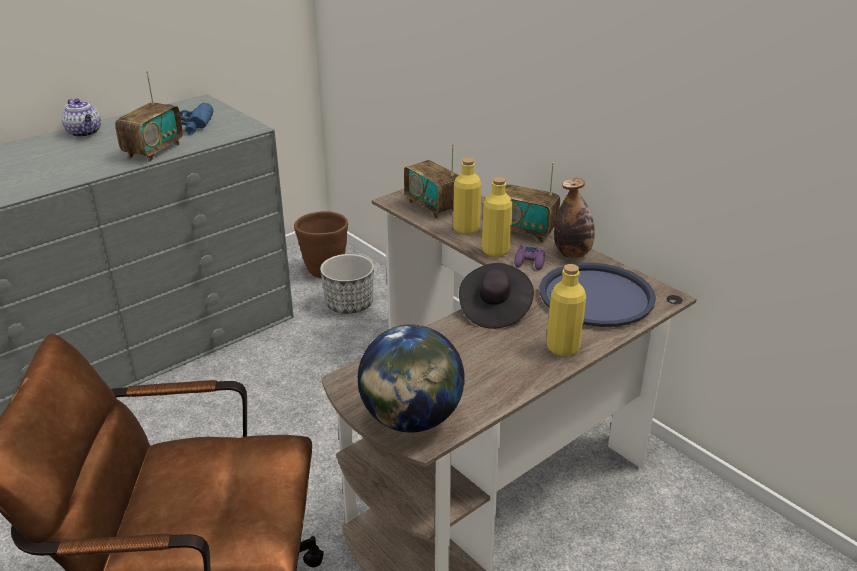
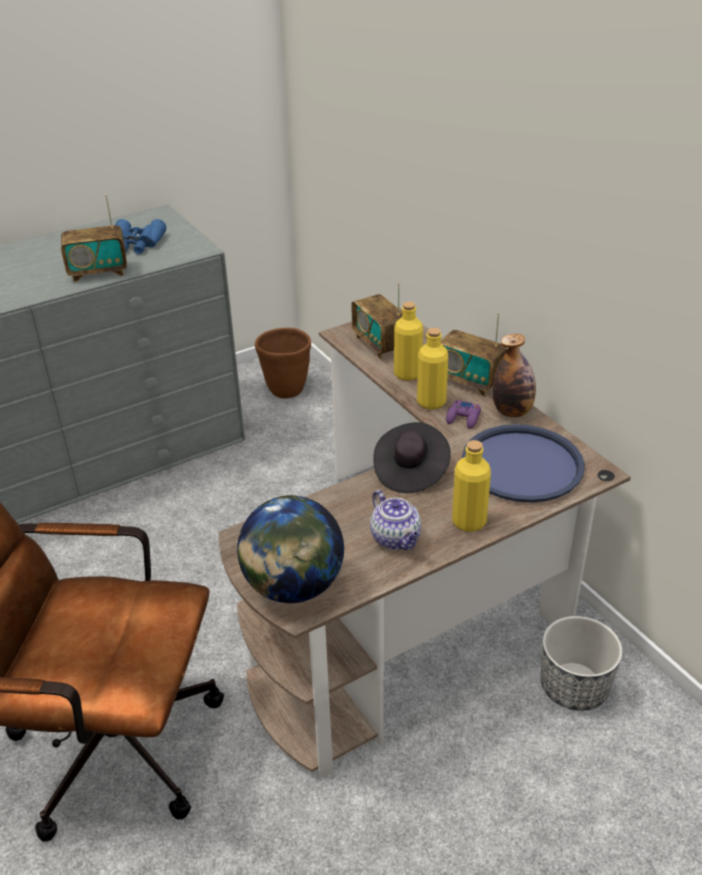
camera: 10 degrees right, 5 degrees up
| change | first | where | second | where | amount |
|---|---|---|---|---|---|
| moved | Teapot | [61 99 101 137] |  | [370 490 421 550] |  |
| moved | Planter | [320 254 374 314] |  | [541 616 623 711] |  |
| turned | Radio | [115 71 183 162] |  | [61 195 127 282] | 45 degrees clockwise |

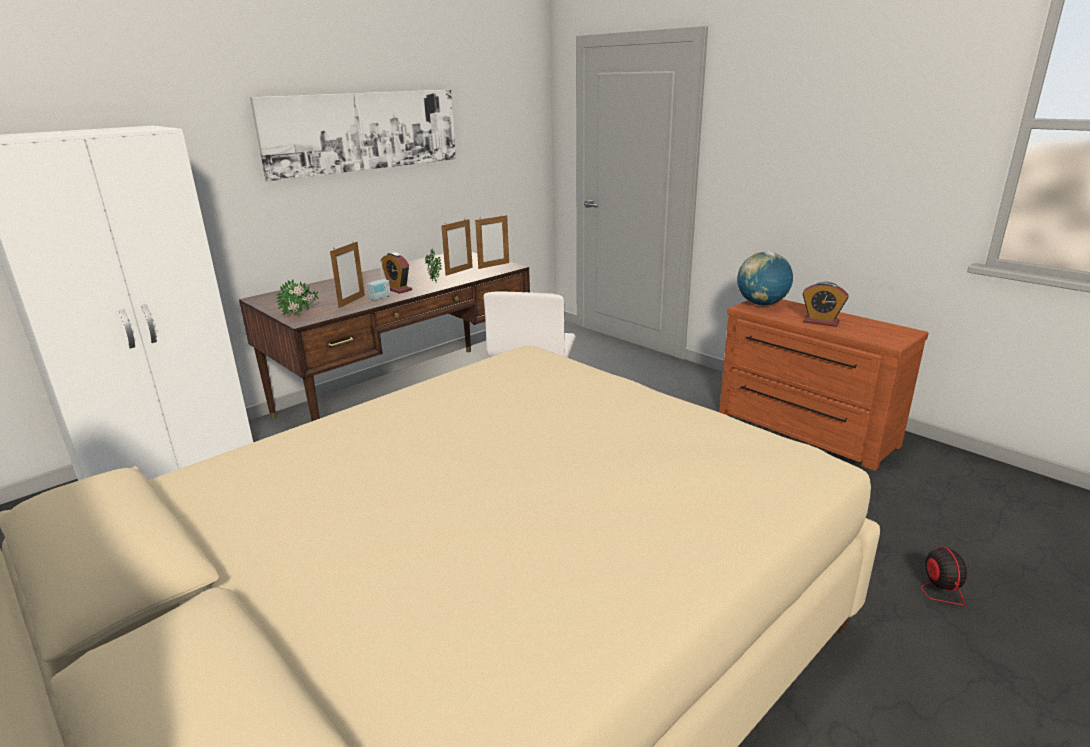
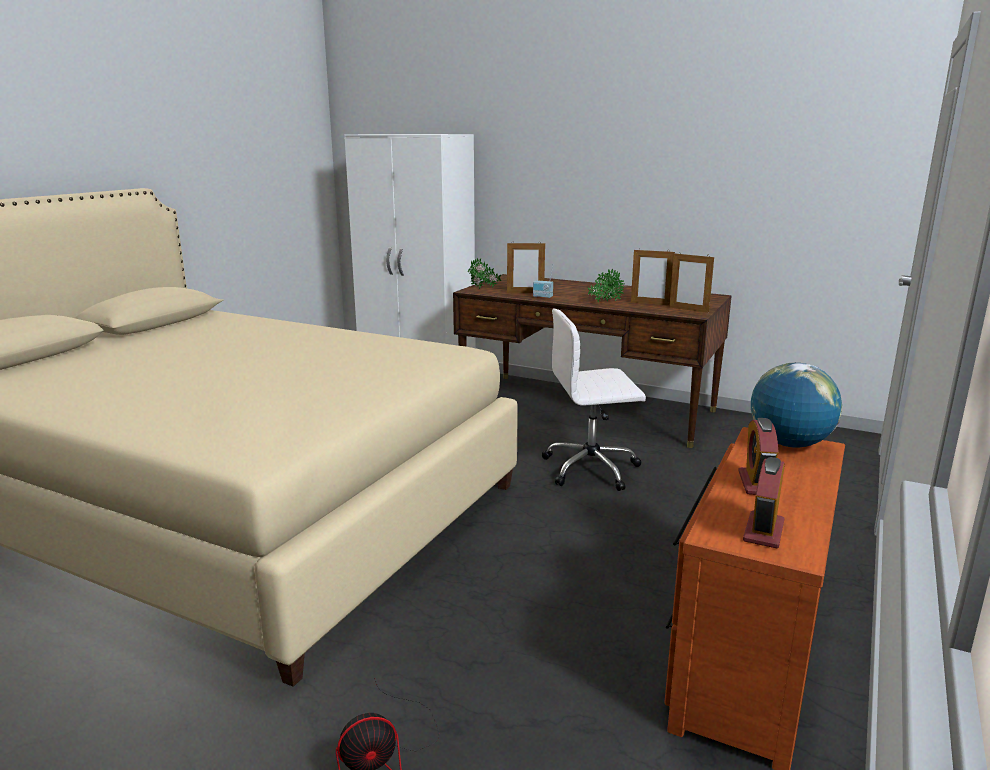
camera: 70 degrees right, 5 degrees down
| change | first | where | second | where | amount |
|---|---|---|---|---|---|
| removed | Picture | [250 90 456 182] |  |  |  |
| moved | AlarmClock | [380 252 412 294] |  | [743 457 785 548] |  |

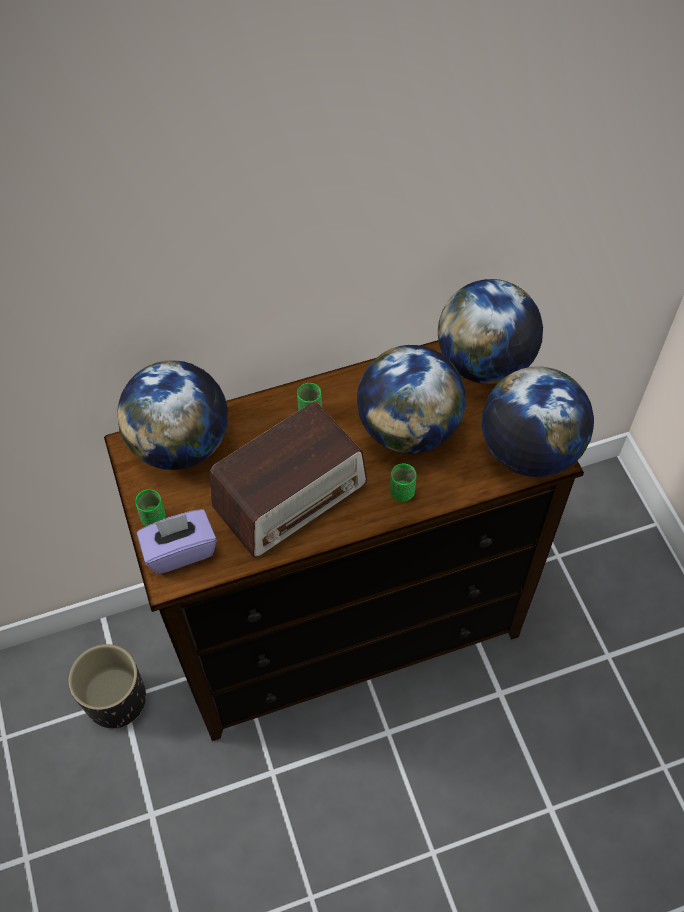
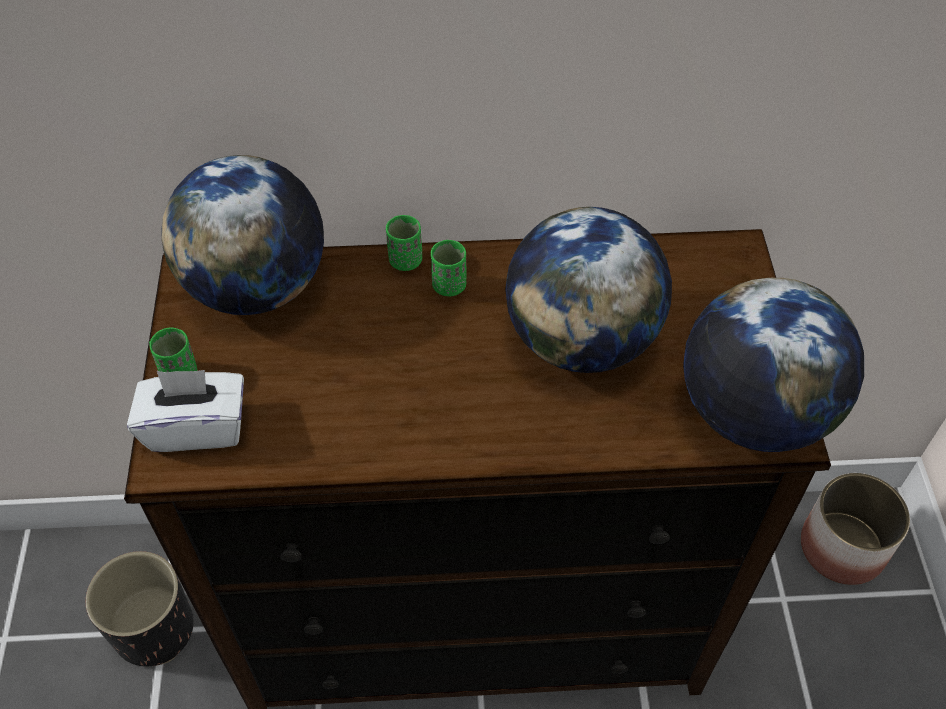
camera: 15 degrees right, 5 degrees down
| change | first | where | second | where | amount |
|---|---|---|---|---|---|
| removed | Radio | [210 402 367 558] |  |  |  |
| removed | Globe | [438 279 543 384] |  |  |  |
| added |  |  | Planter | [801 473 910 585] |  |
| moved | GreenCup | [390 463 416 502] |  | [386 215 422 271] |  |
| recoloured | PurpleTissueBox | [137 509 217 574] | WhiteTissueBox | [127 370 244 452] |  |

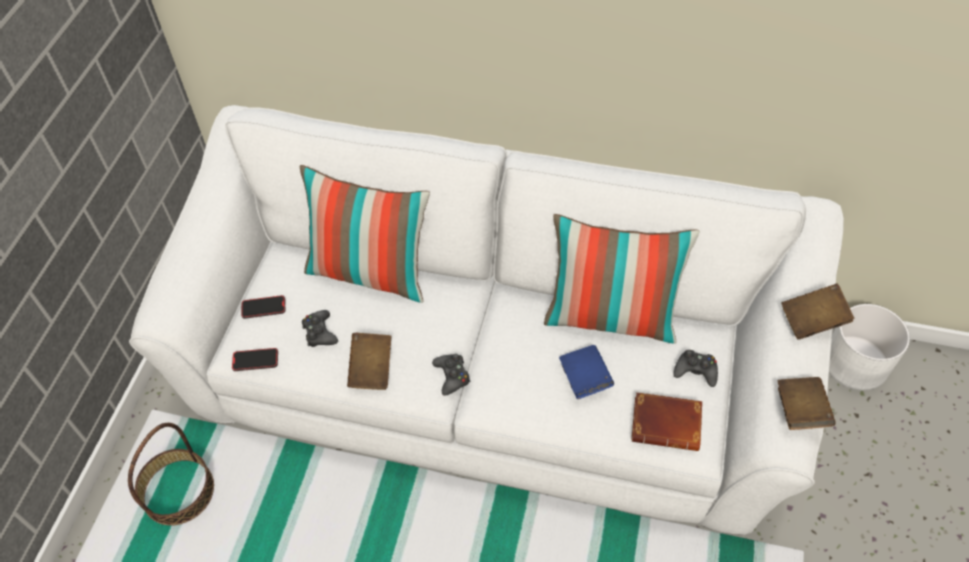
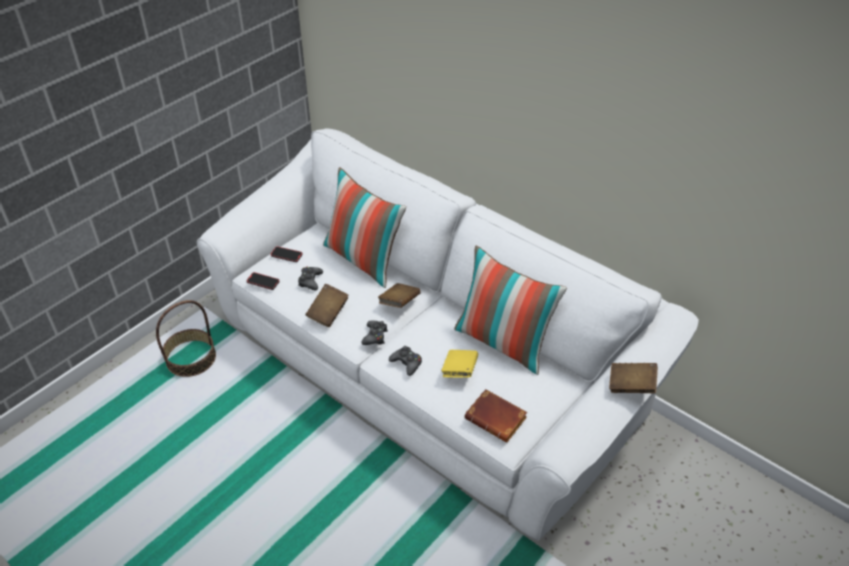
camera: 25 degrees right, 10 degrees down
| change | first | where | second | where | amount |
|---|---|---|---|---|---|
| removed | WhitePlanter | [829 304 910 391] |  |  |  |
| moved | BlackGameController | [673 350 718 387] |  | [389 346 422 376] |  |
| moved | BrownBook | [778 377 836 430] |  | [378 283 421 308] |  |
| recoloured | BlueBook | [559 345 614 399] | YellowBook | [441 350 478 377] |  |

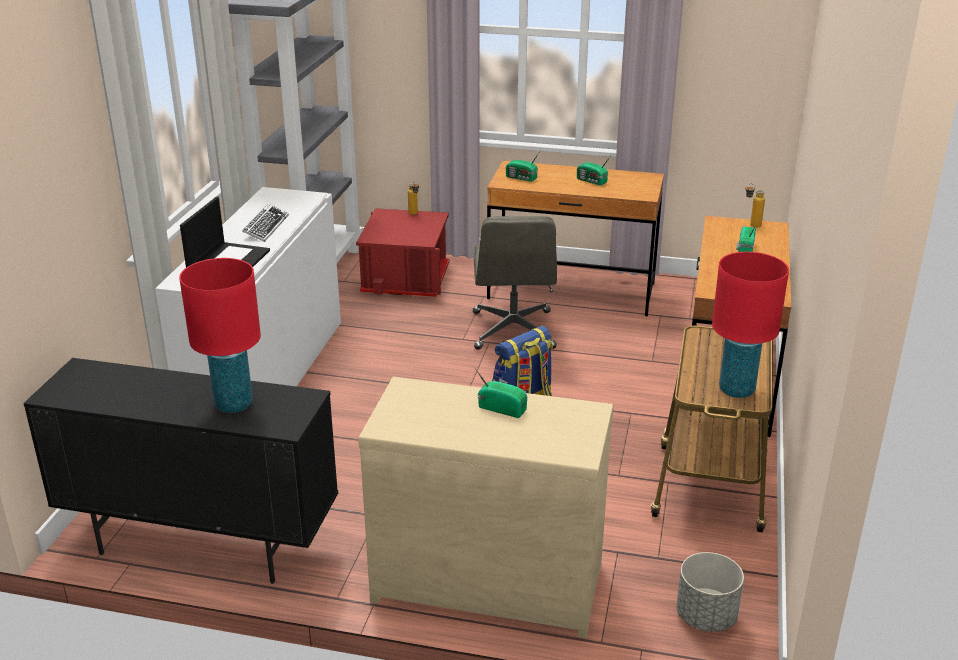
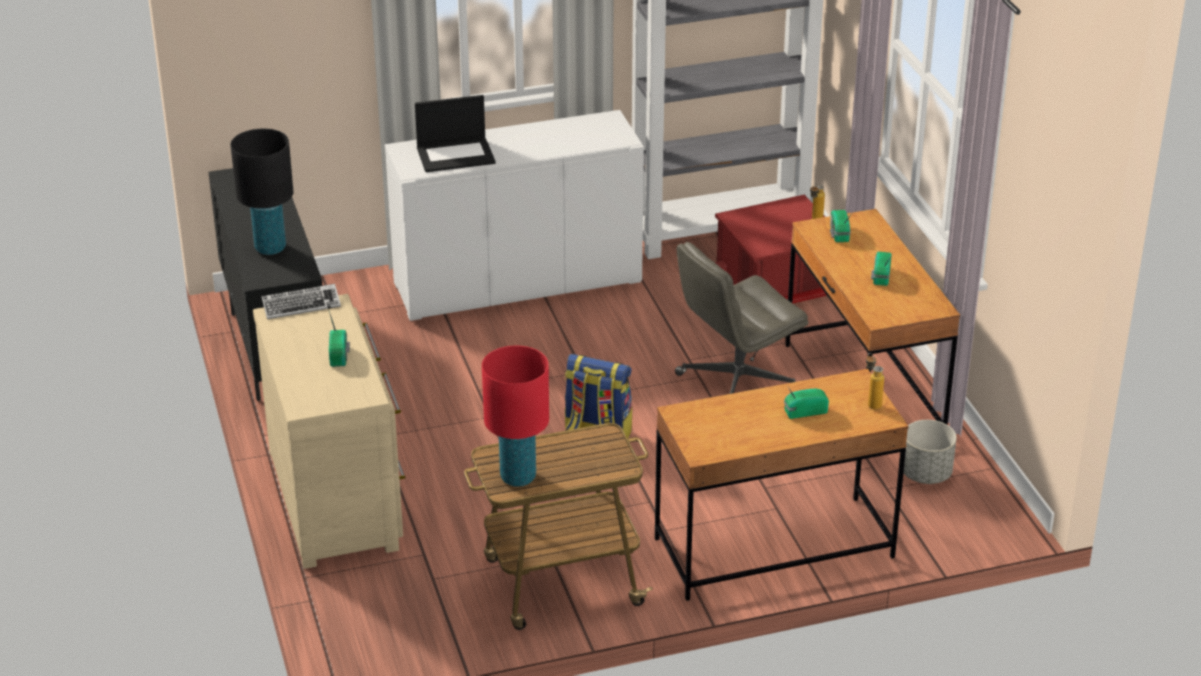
camera: 60 degrees right, 5 degrees up
| change | first | where | second | where | amount |
|---|---|---|---|---|---|
| moved | Keyboard | [242 204 289 242] |  | [261 284 341 319] |  |
| moved | GreyPlanter | [676 552 744 632] |  | [904 420 957 484] |  |
| recoloured | RedTableLamp | [179 258 261 413] | BlackTableLamp | [230 128 293 255] |  |

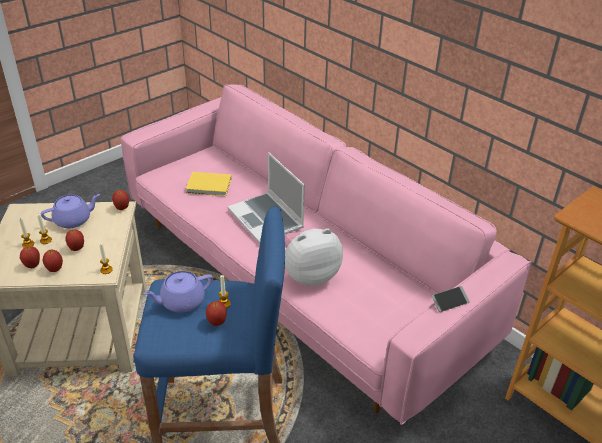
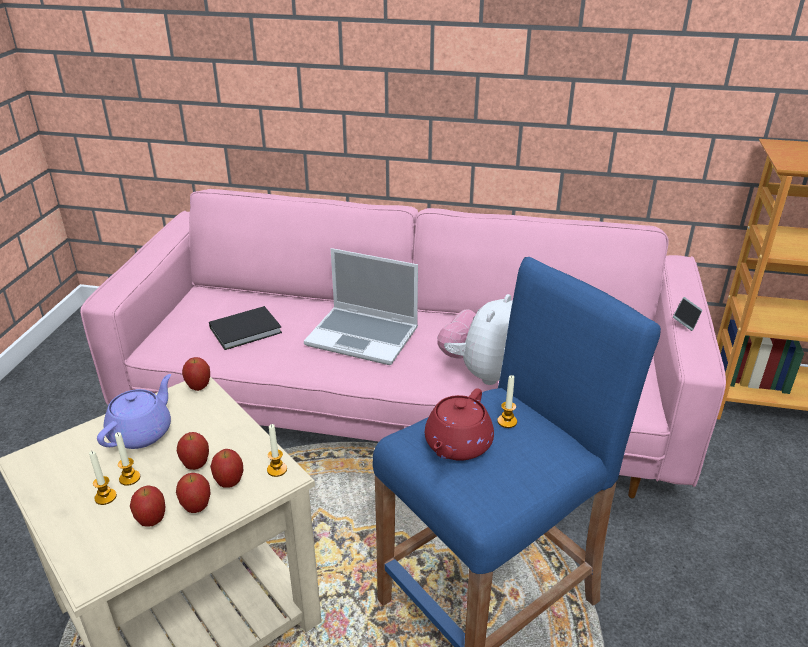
camera: 35 degrees left, 5 degrees down
| change | first | where | second | where | amount |
|---|---|---|---|---|---|
| moved | Apple | [206 301 227 326] |  | [210 449 243 488] |  |
| recoloured | PurpleTeapot | [143 271 213 313] | RedTeapot | [425 388 494 461] |  |
| recoloured | YellowBook | [186 172 232 196] | BlackBook | [209 306 282 350] |  |

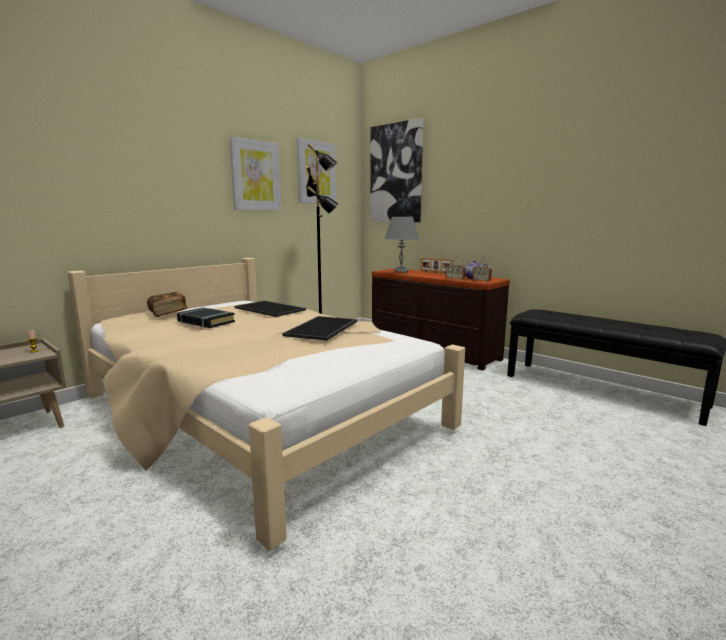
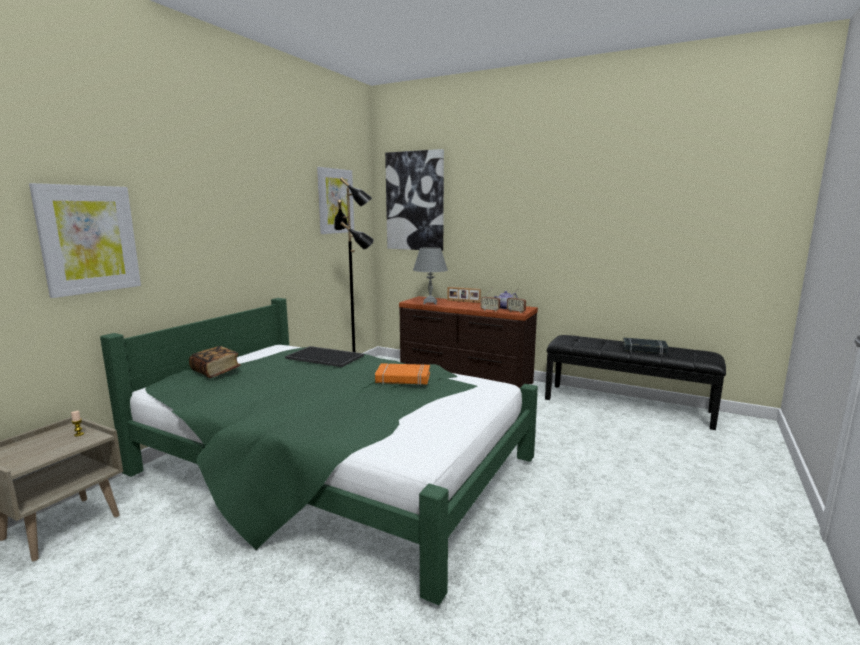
camera: 15 degrees left, 0 degrees up
| change | first | where | second | where | amount |
|---|---|---|---|---|---|
| moved | BlackBook | [177 307 235 328] |  | [623 338 668 355] |  |
| moved | Picture | [229 137 281 211] |  | [29 183 141 298] |  |
| replaced | Tray | [282 316 357 341] | OrangeBook | [375 363 430 385] |  |
| recoloured | BeigeBed | [68 258 465 551] | GreenBed | [100 298 538 605] |  |

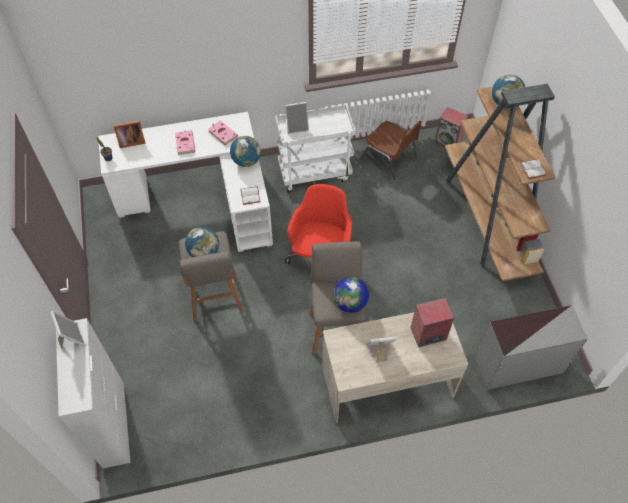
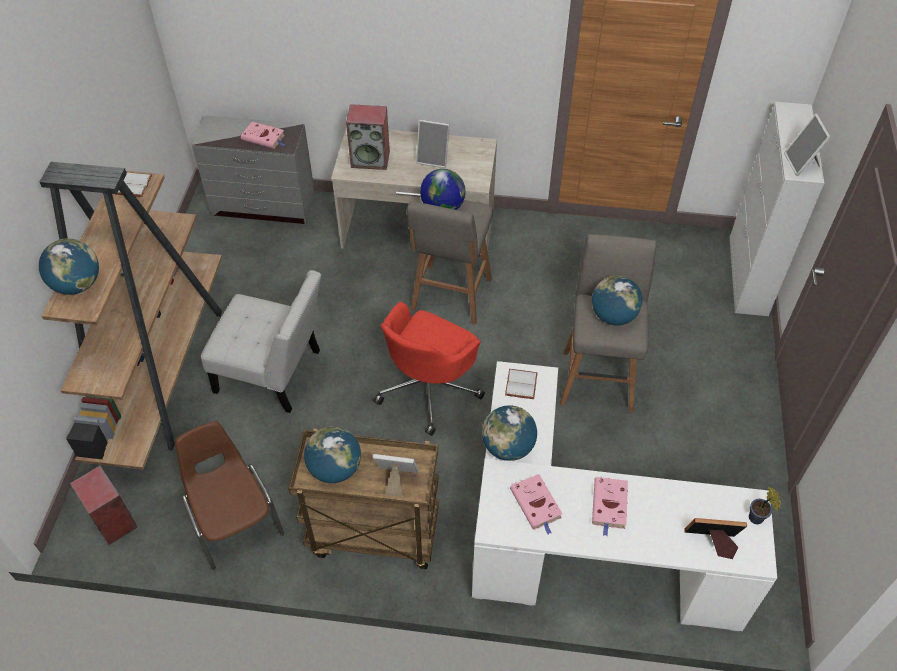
camera: 160 degrees left, 5 degrees down
| change | first | where | second | where | amount |
|---|---|---|---|---|---|
| added |  |  | WhiteChair | [201 270 321 413] |  |
| added |  |  | PinkBook | [241 122 286 149] |  |
| added |  |  | Globe | [304 426 361 483] |  |
| recoloured | WhiteCart | [275 104 356 192] | BrownCart | [289 428 439 569] |  |

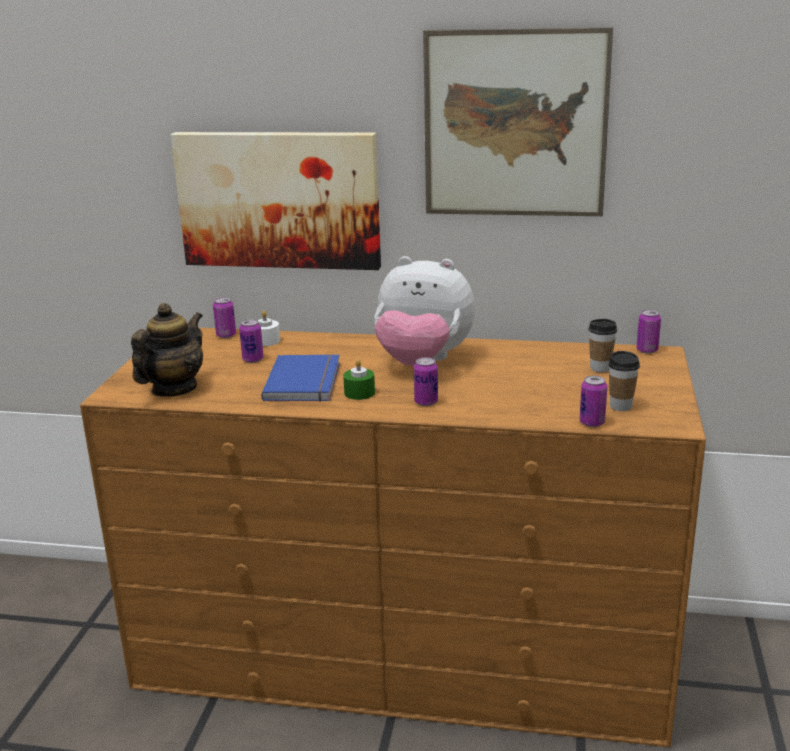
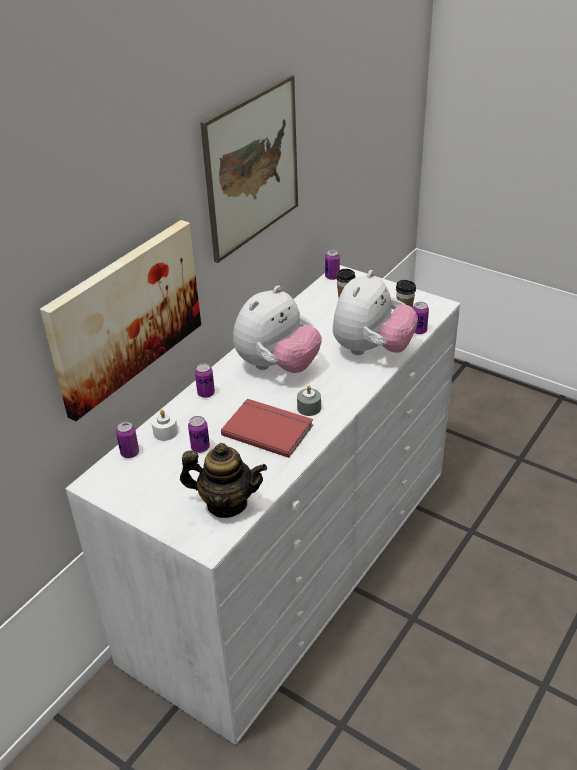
camera: 65 degrees left, 15 degrees up
| change | first | where | second | where | amount |
|---|---|---|---|---|---|
| added |  |  | PlushToy | [333 270 418 355] |  |
| moved | Can | [414 357 438 406] |  | [195 363 215 398] |  |
| recoloured | BrownDresser | [80 328 706 747] | WhiteDresser | [66 265 460 745] |  |
| recoloured | BlueBook | [261 354 340 402] | RedBook | [221 399 313 458] |  |
| recoloured | GreenCandle | [343 359 375 400] | GreyCandle | [297 386 321 416] |  |
| turned | Teapot | [131 303 203 397] |  | [180 443 267 518] | 135 degrees clockwise |

